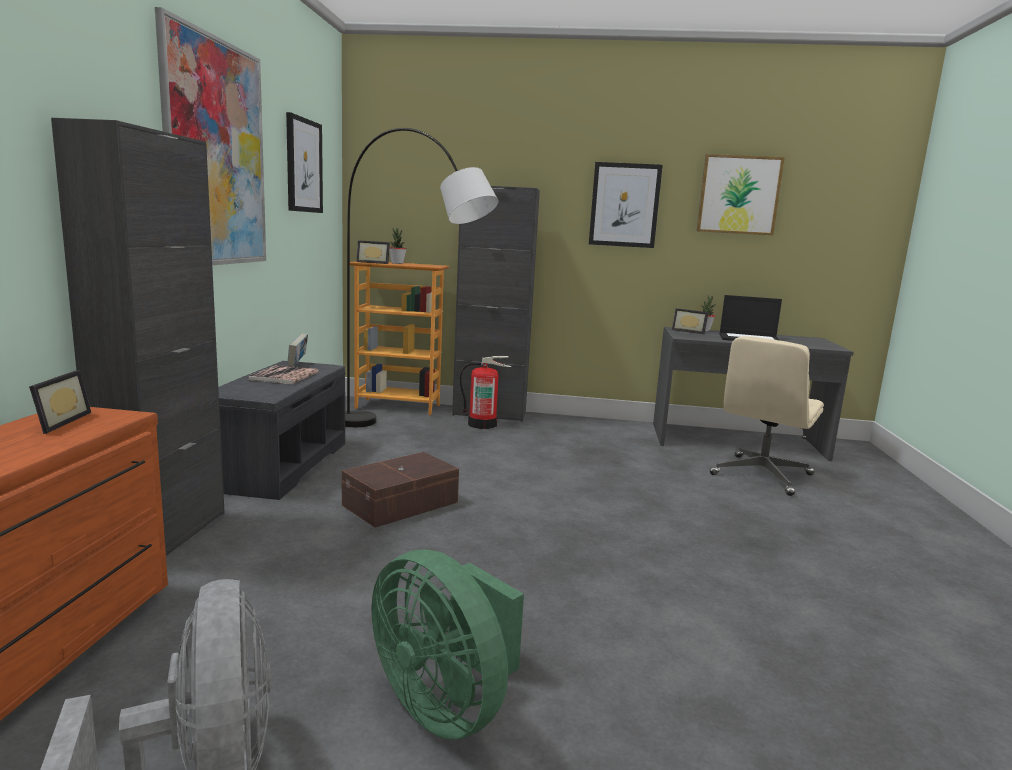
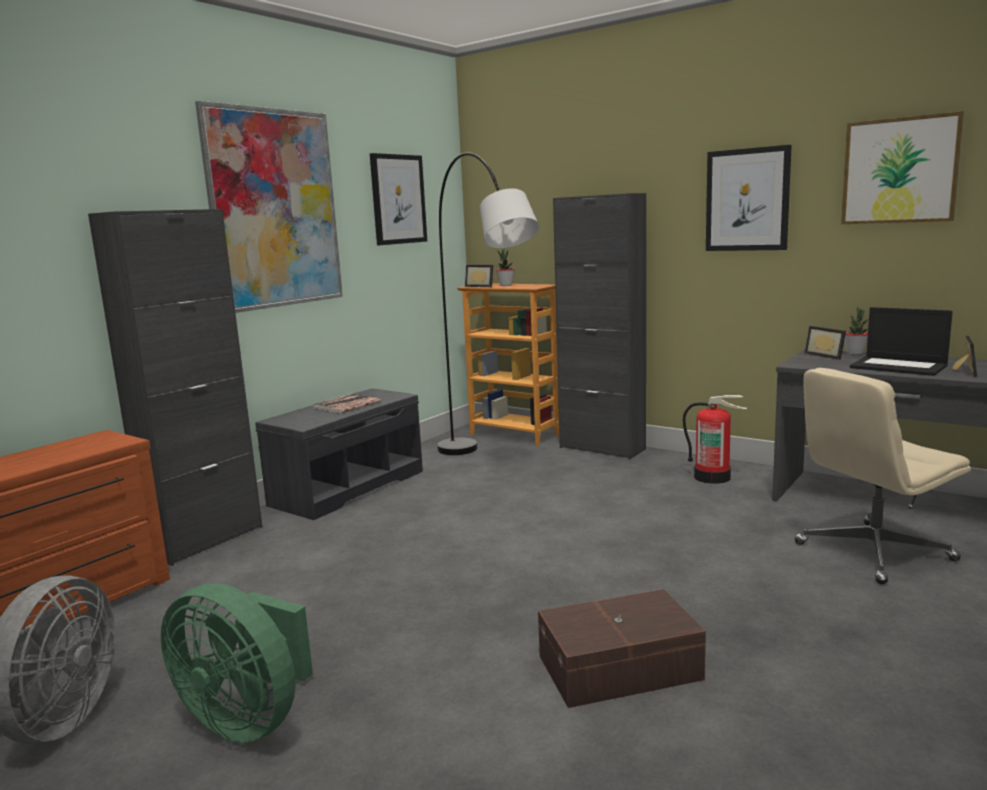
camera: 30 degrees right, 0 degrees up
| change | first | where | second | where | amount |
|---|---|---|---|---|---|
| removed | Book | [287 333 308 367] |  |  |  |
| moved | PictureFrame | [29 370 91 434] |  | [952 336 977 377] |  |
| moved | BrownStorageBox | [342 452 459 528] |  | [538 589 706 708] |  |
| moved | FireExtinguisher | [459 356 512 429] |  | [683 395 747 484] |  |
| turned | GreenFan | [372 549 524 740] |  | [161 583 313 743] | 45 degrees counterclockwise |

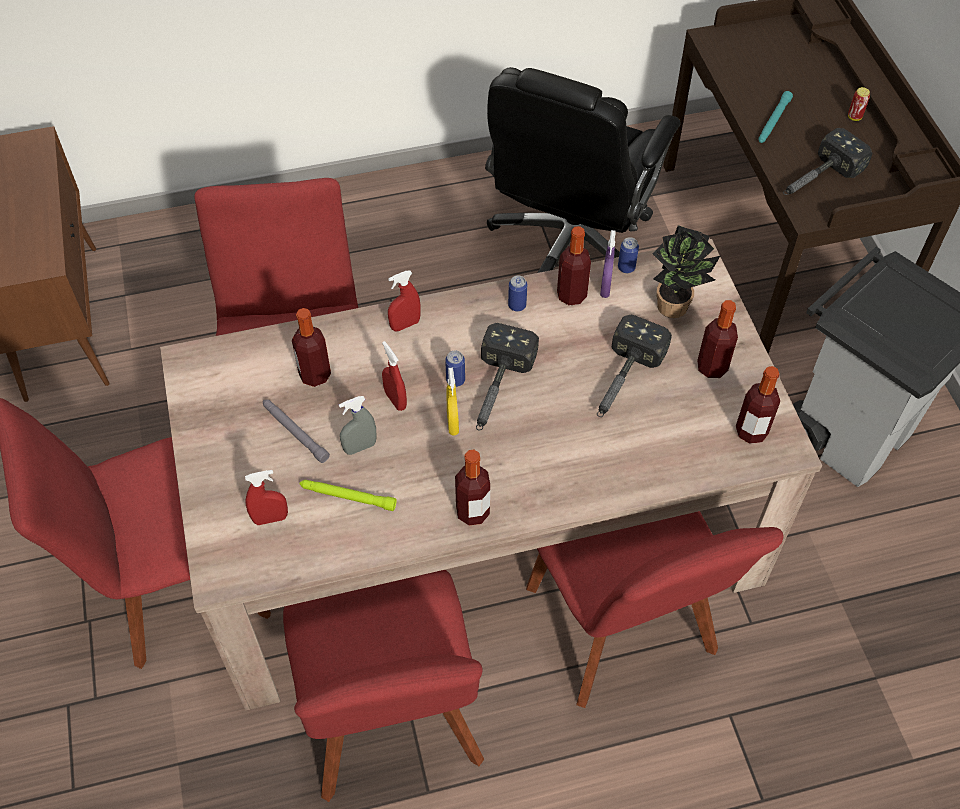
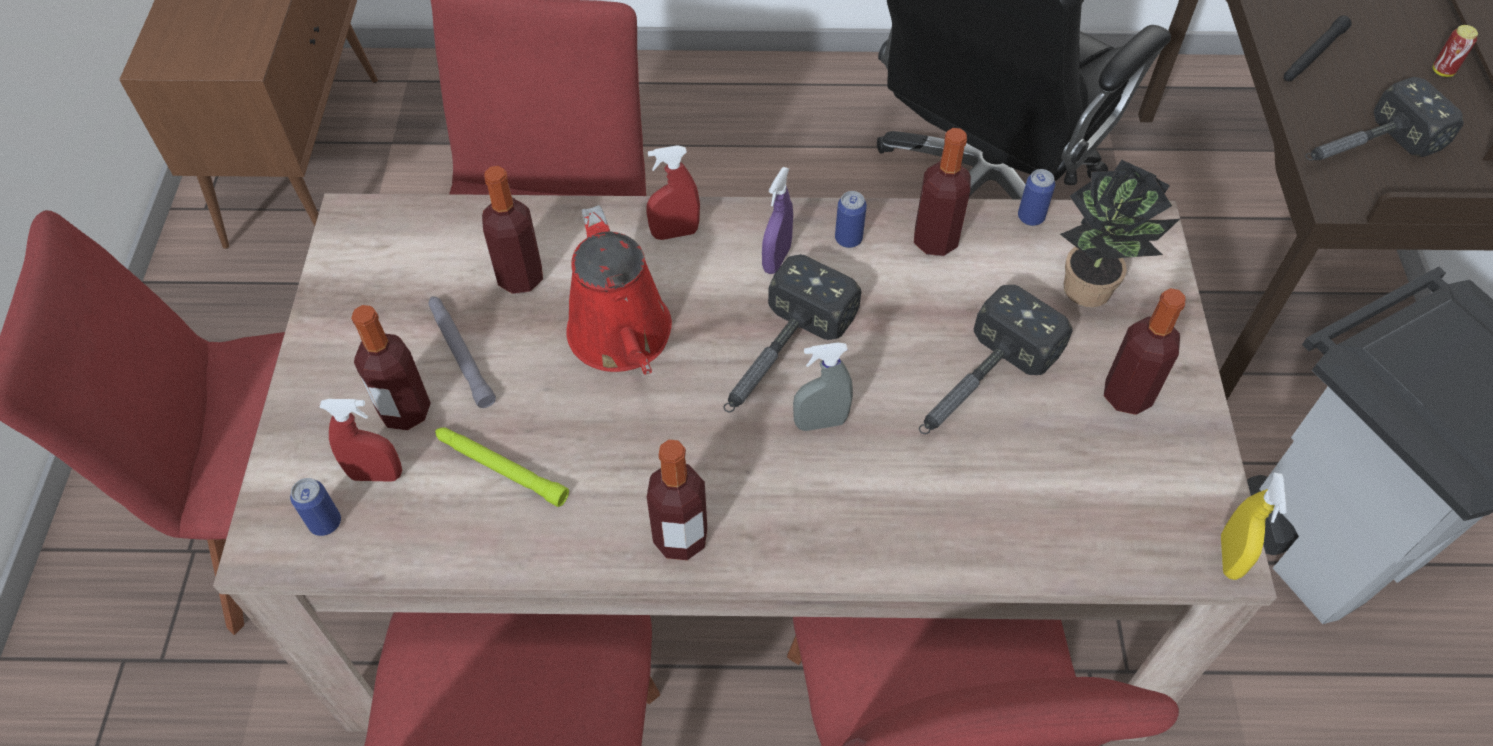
camera: 15 degrees right, 0 degrees up
| change | first | where | second | where | amount |
|---|---|---|---|---|---|
| moved | GreySprayBottle | [339 396 377 455] |  | [793 342 853 431] |  |
| moved | Can | [445 350 465 387] |  | [290 478 341 536] |  |
| moved | YellowSprayBottle | [446 368 459 435] |  | [1221 473 1287 580] |  |
| moved | PurpleSprayBottle | [600 230 615 298] |  | [762 167 793 274] |  |
| moved | Bottle | [736 366 780 444] |  | [351 305 431 430] |  |
| replaced | RedSprayBottle | [382 341 407 411] | RedWateringCan | [566 205 672 375] |  |
| recoloured | TurquoiseFlashlight | [758 91 793 143] | BlackFlashlight | [1284 16 1352 81] |  |

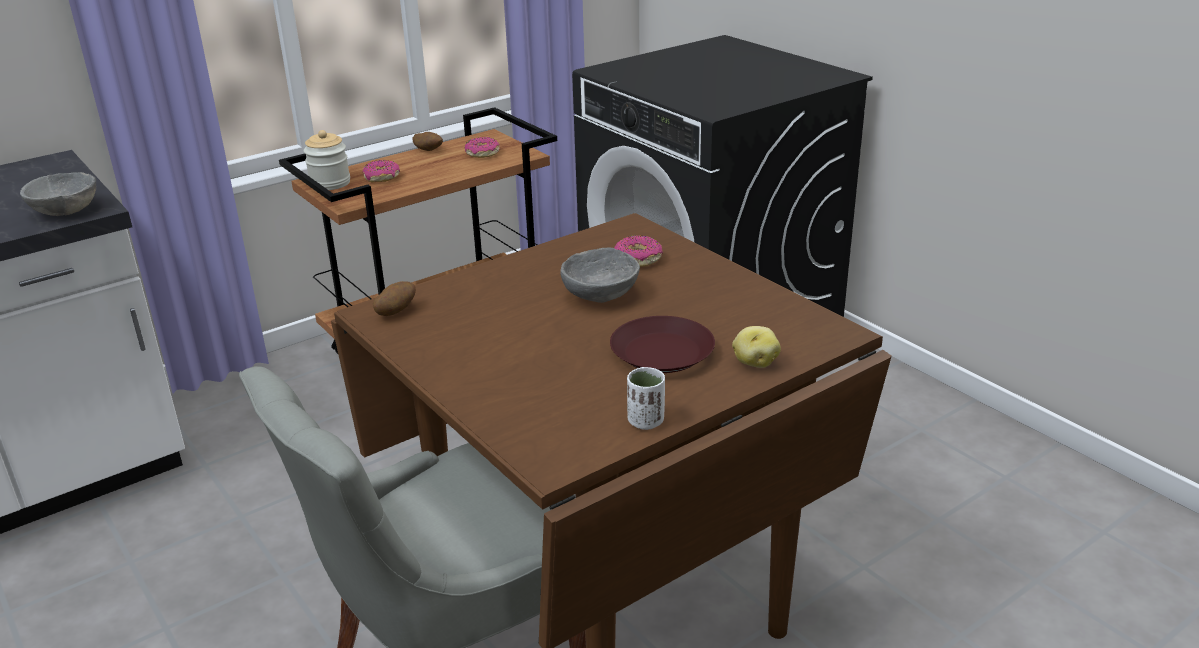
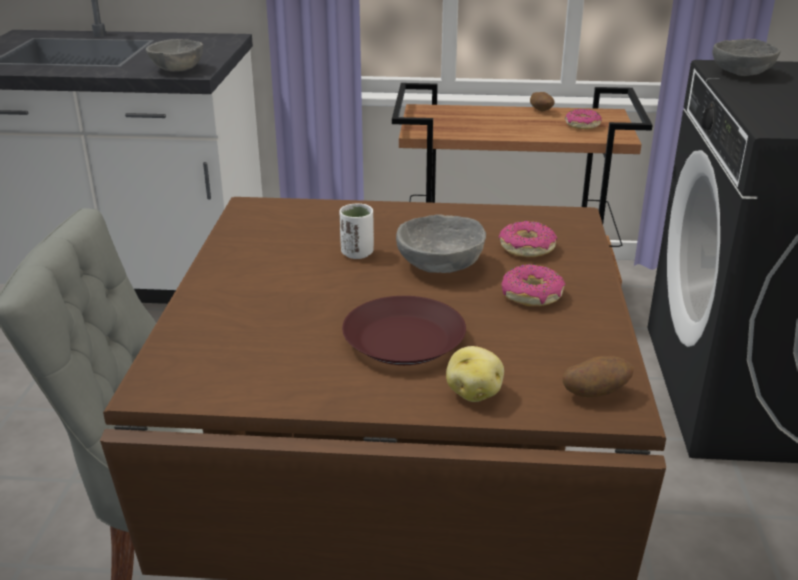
camera: 40 degrees right, 0 degrees up
| change | first | where | second | where | amount |
|---|---|---|---|---|---|
| removed | Jar | [304 130 350 190] |  |  |  |
| added |  |  | GreyBowl | [713 39 781 76] |  |
| moved | Donut | [363 160 400 182] |  | [502 264 566 306] |  |
| moved | Potato | [373 281 416 316] |  | [563 356 634 397] |  |
| moved | WhiteCup | [627 367 665 430] |  | [340 203 374 259] |  |

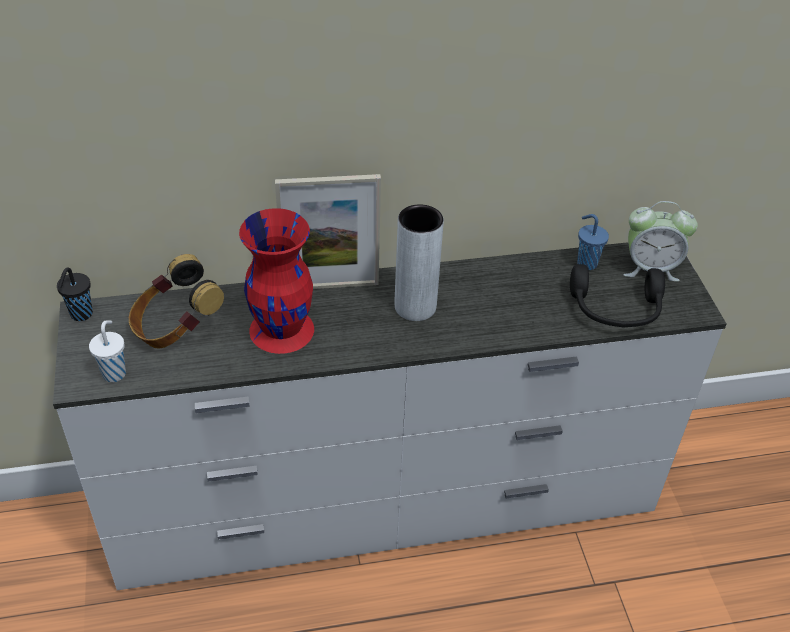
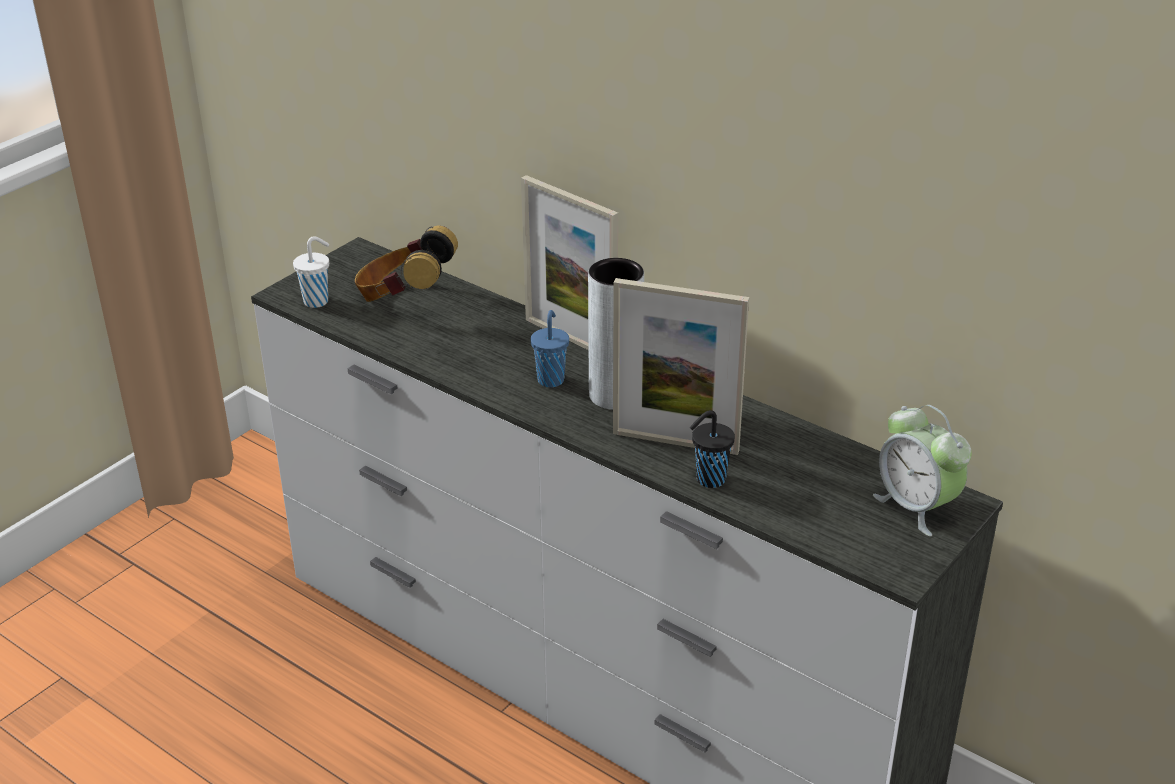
camera: 50 degrees right, 10 degrees down
| change | first | where | second | where | amount |
|---|---|---|---|---|---|
| removed | RedVase | [239 208 314 354] |  |  |  |
| removed | BlackHeadphones | [570 264 665 328] |  |  |  |
| added |  |  | PictureFrame | [613 278 749 455] |  |
| moved | BlackCup | [57 267 93 321] |  | [690 410 735 488] |  |
| moved | BlueCup | [577 214 609 270] |  | [531 310 569 387] |  |

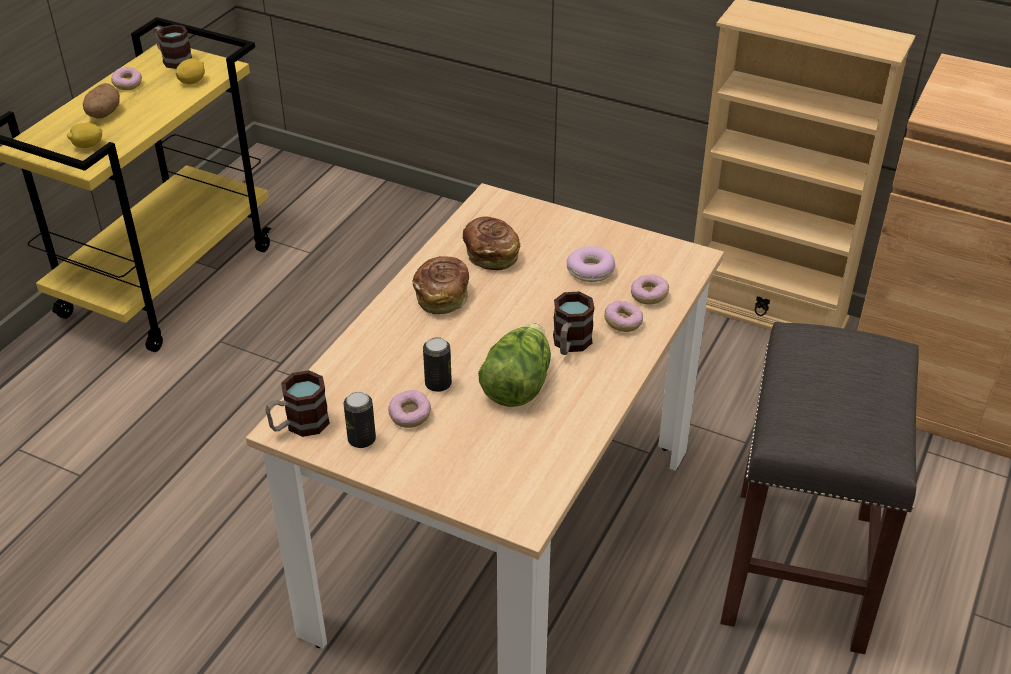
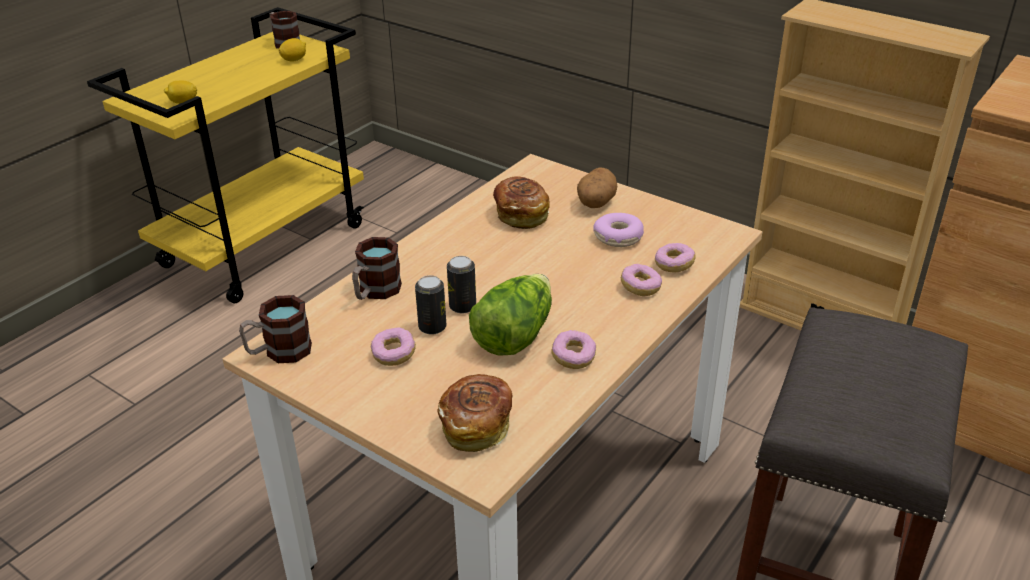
camera: 10 degrees right, 5 degrees down
| change | first | where | second | where | amount |
|---|---|---|---|---|---|
| moved | Potato | [83 83 120 119] |  | [577 167 617 208] |  |
| moved | Donut | [111 67 142 90] |  | [552 330 596 369] |  |
| moved | Can | [344 392 376 448] |  | [447 256 476 313] |  |
| moved | Bread | [413 256 469 314] |  | [437 374 512 452] |  |
| moved | Mug | [553 291 594 355] |  | [352 237 402 300] |  |

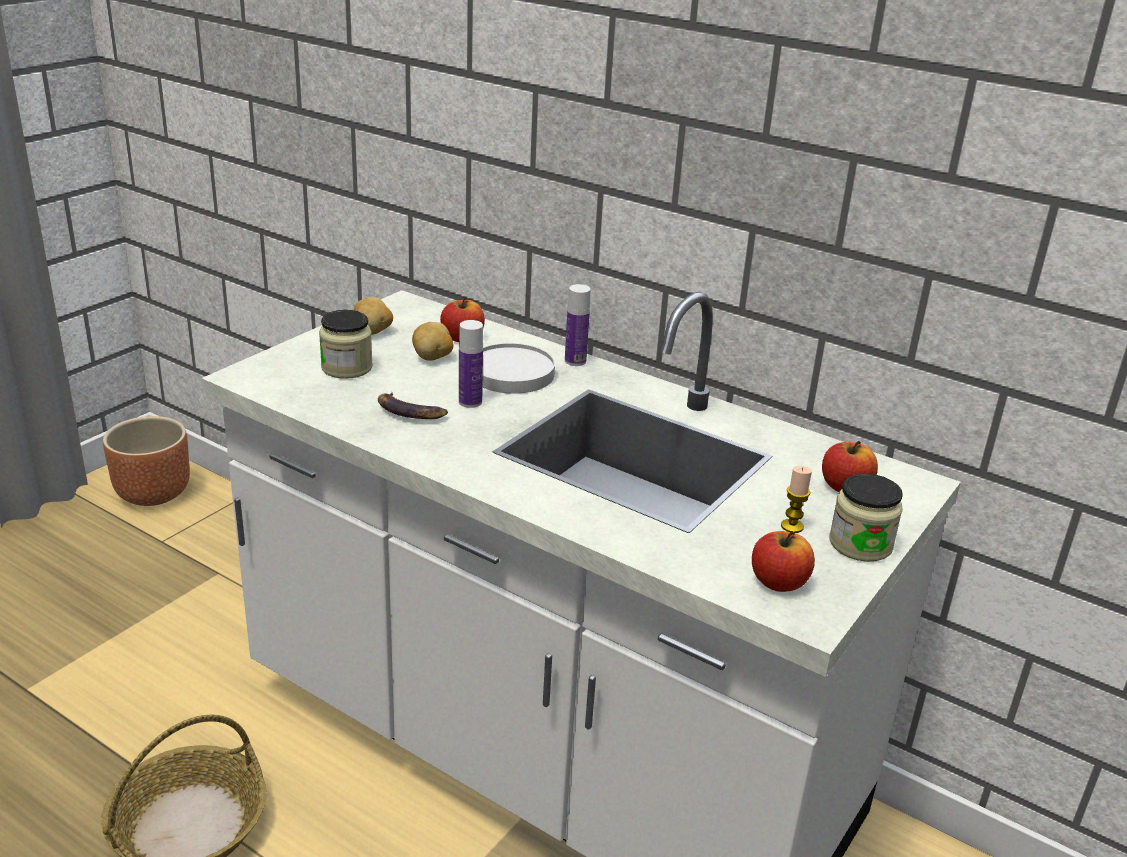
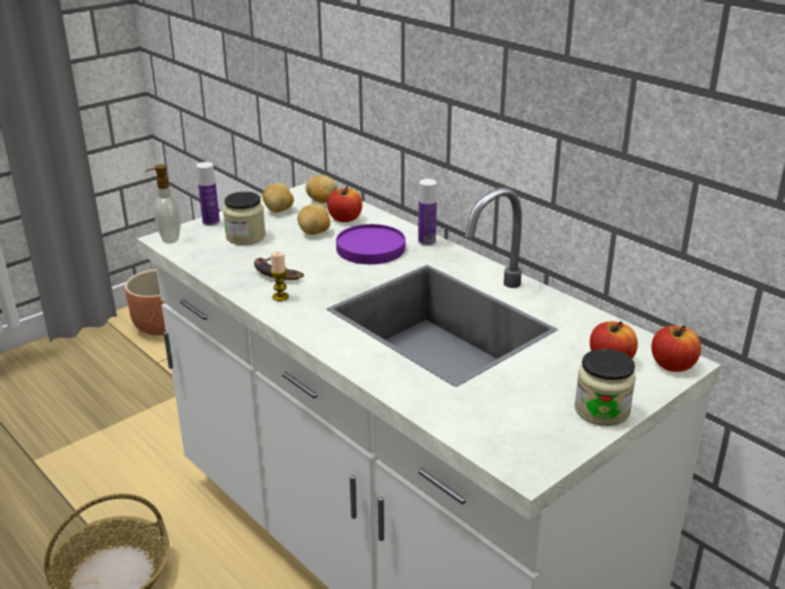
camera: 15 degrees right, 0 degrees up
| change | first | where | second | where | amount |
|---|---|---|---|---|---|
| added |  |  | SoapDispenser | [145 164 181 244] |  |
| added |  |  | Potato | [305 175 338 203] |  |
| moved | Bottle | [459 320 483 408] |  | [196 162 220 226] |  |
| moved | Apple | [752 531 815 592] |  | [651 325 701 372] |  |
| moved | Candle | [781 466 812 533] |  | [270 252 289 301] |  |
| recoloured | WhitePlate | [483 343 555 394] | PurplePlate | [336 224 405 264] |  |

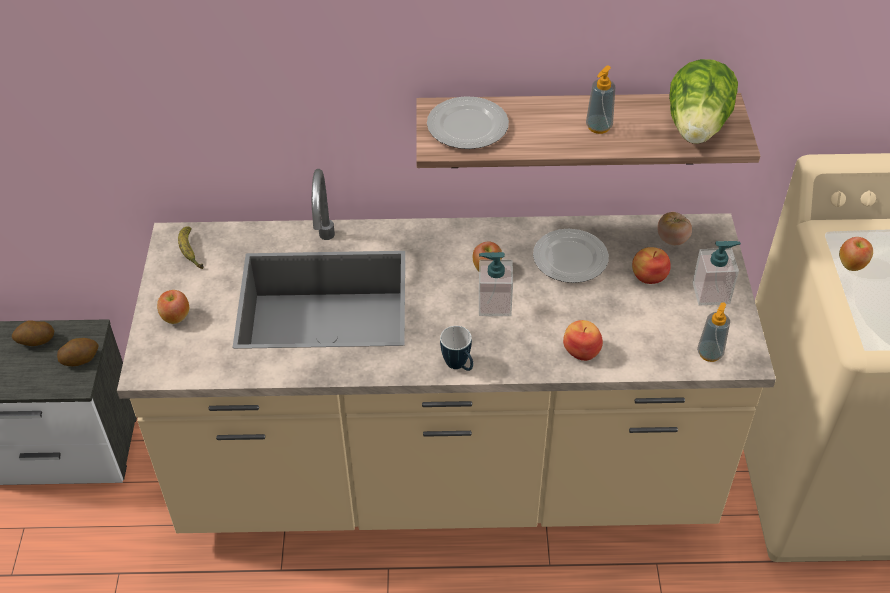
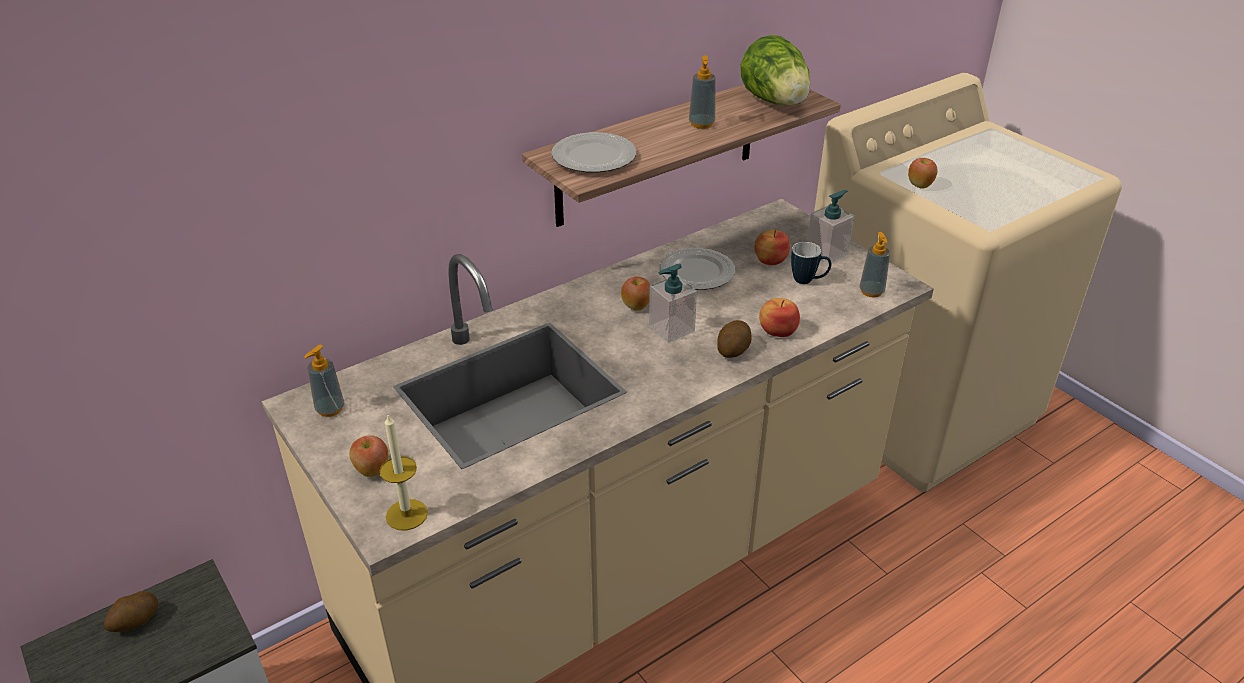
camera: 35 degrees left, 10 degrees down
| change | first | where | second | where | amount |
|---|---|---|---|---|---|
| removed | Tomato | [657 212 692 245] |  |  |  |
| added |  |  | Candle | [380 415 428 531] |  |
| moved | Potato | [57 338 99 366] |  | [717 320 752 358] |  |
| moved | Mug | [440 326 473 371] |  | [791 242 831 284] |  |
| replaced | Banana | [178 226 204 269] | SoapDispenser | [304 345 345 417] |  |

